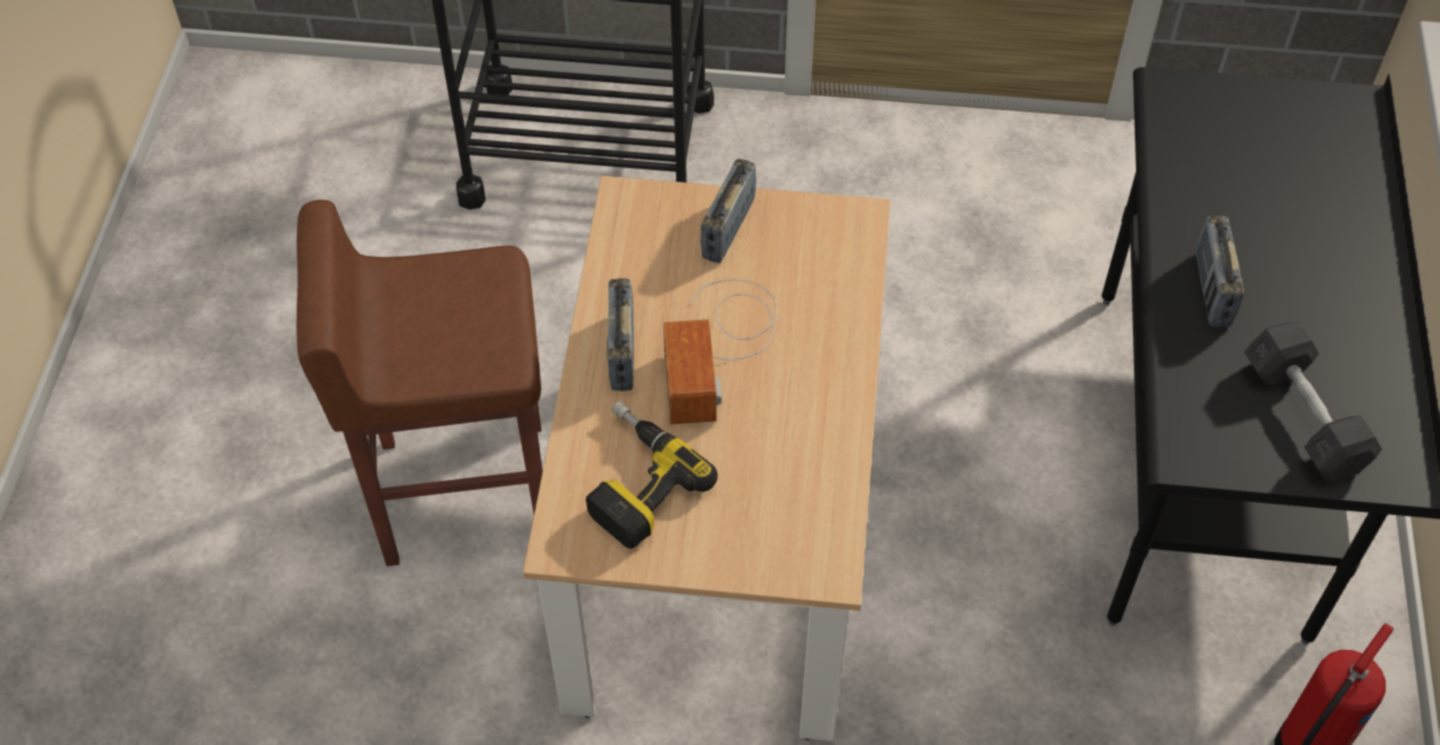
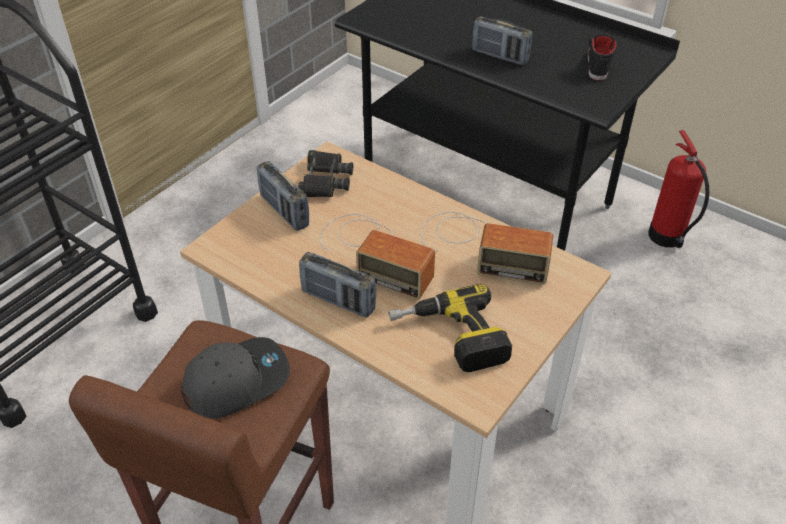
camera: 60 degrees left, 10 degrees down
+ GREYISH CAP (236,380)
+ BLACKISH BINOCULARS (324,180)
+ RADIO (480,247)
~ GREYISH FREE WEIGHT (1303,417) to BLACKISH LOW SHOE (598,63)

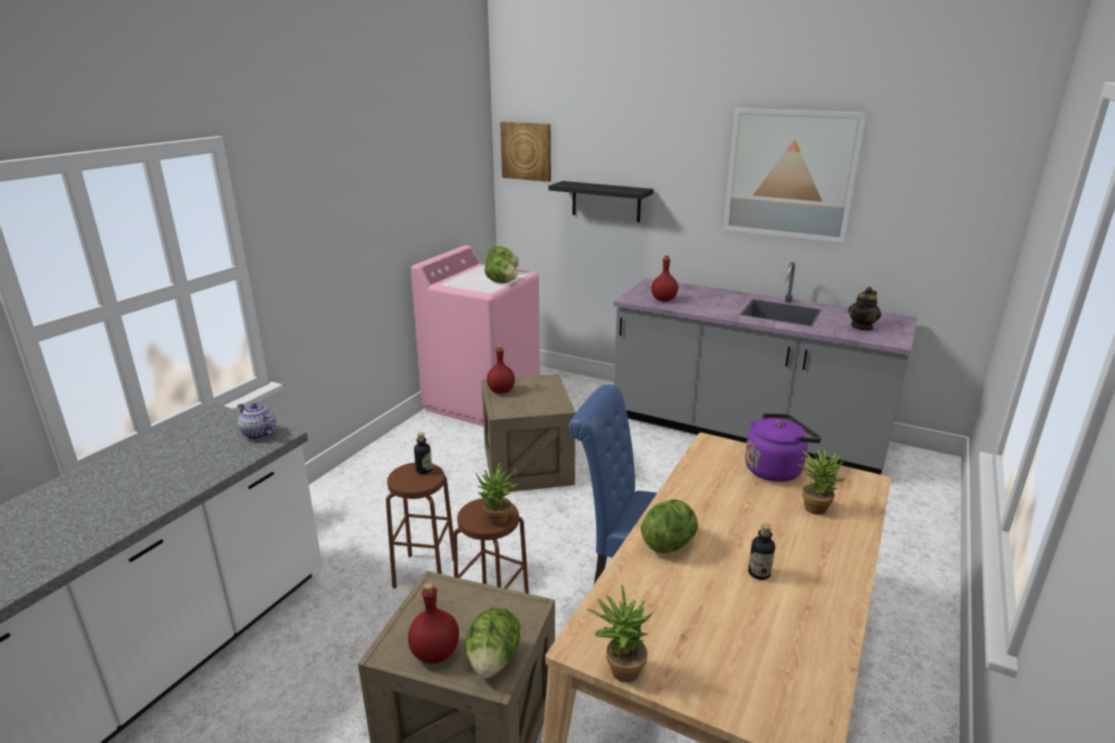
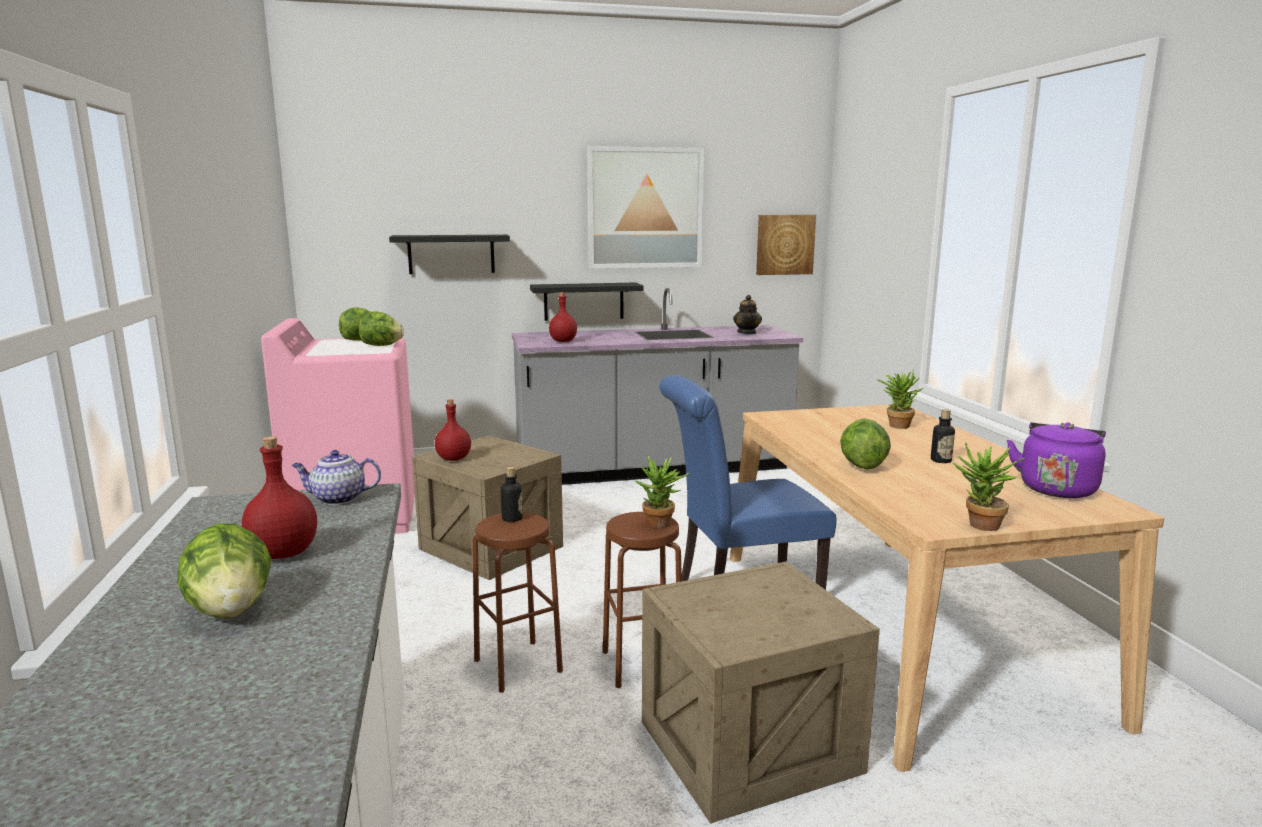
camera: 40 degrees left, 10 degrees down
~ LETTUCE (493,661) to (231,609)
~ REDDISH DRINK BOTTLE (434,652) to (282,553)
+ BLACKISH SHELF (584,301)
~ WALL ART (526,151) to (784,244)
~ PURPLE TEA KETTLE (775,469) to (1056,488)

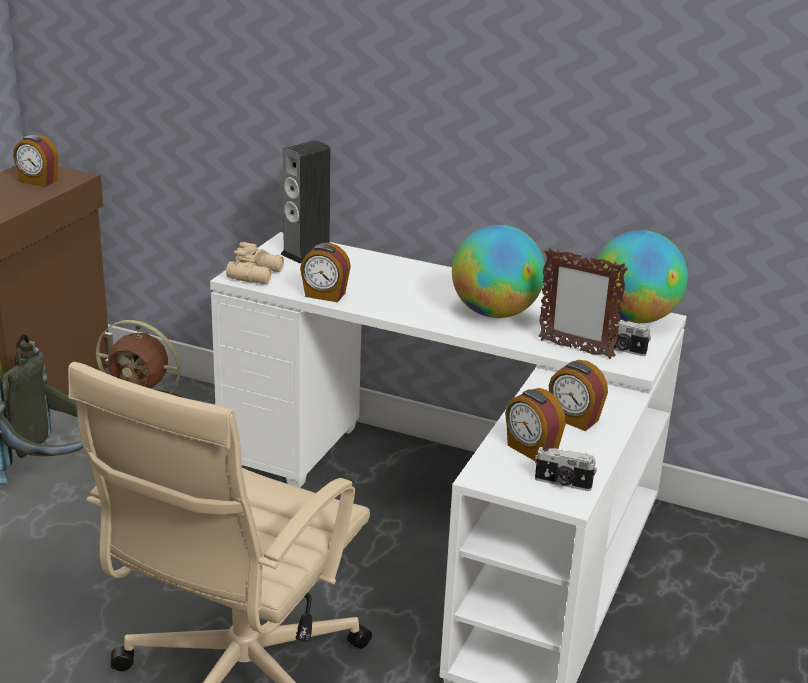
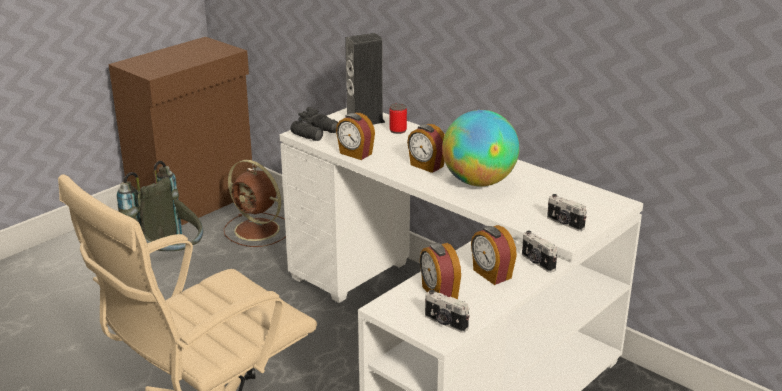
camera: 20 degrees right, 0 degrees up
~ SAND-COLOURED BINOCULARS (257,274) to BLACKISH BINOCULARS (316,133)
+ METAL CAN (398,130)
~ BEDSIDE CLOCK (38,181) to (426,166)
+ STILL CAMERA (537,262)
- PHOTO FRAME (575,349)
- GLOBE (634,318)

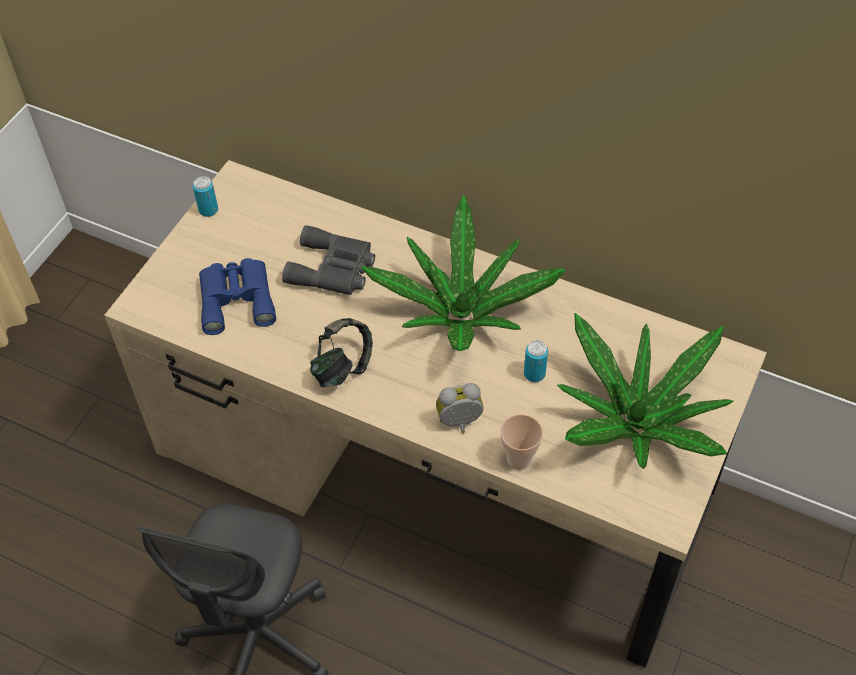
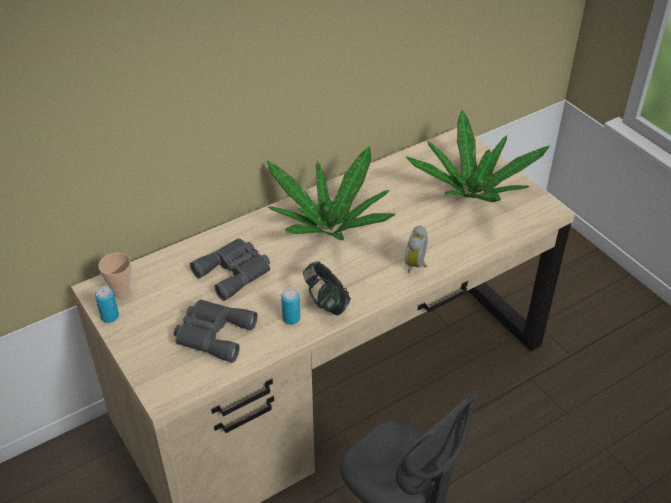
camera: 60 degrees left, 10 degrees down
~ CUP (519,460) to (121,292)
~ BLUE-COLOURED BINOCULARS (237,298) to GREYISH BINOCULARS (212,333)
~ METAL CAN (534,374) to (291,318)

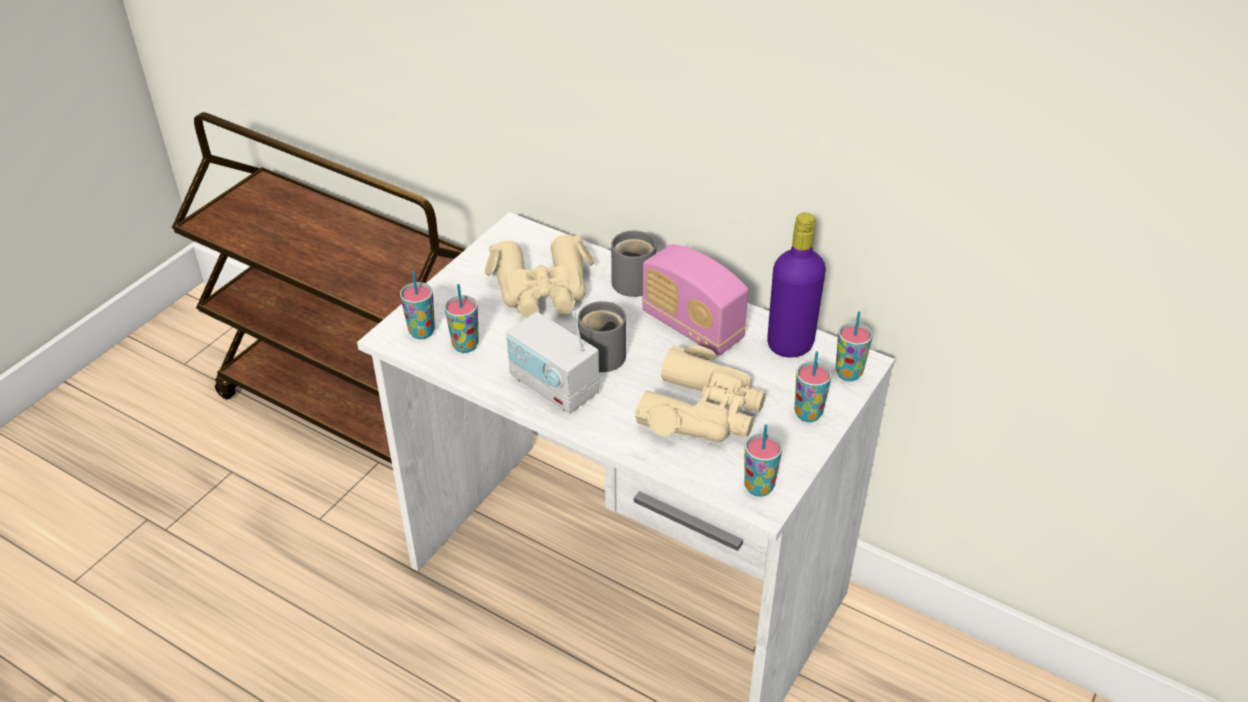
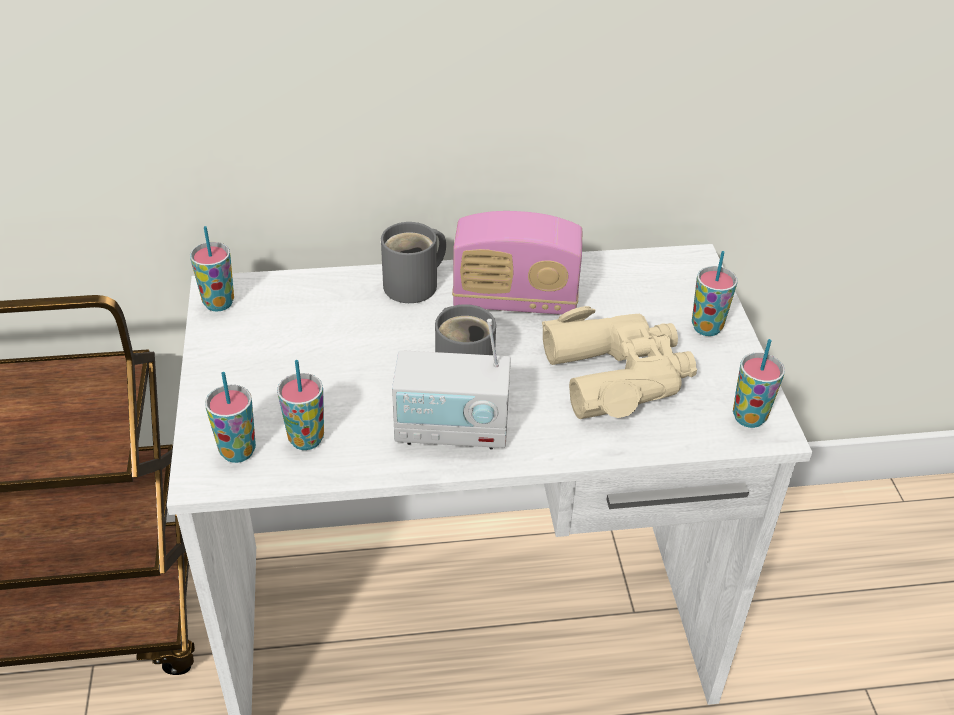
camera: 40 degrees left, 0 degrees up
~ CUP (848,373) to (219,303)
- SAND-COLOURED BINOCULARS (542,289)
- PURPLE DRINK BOTTLE (790,345)

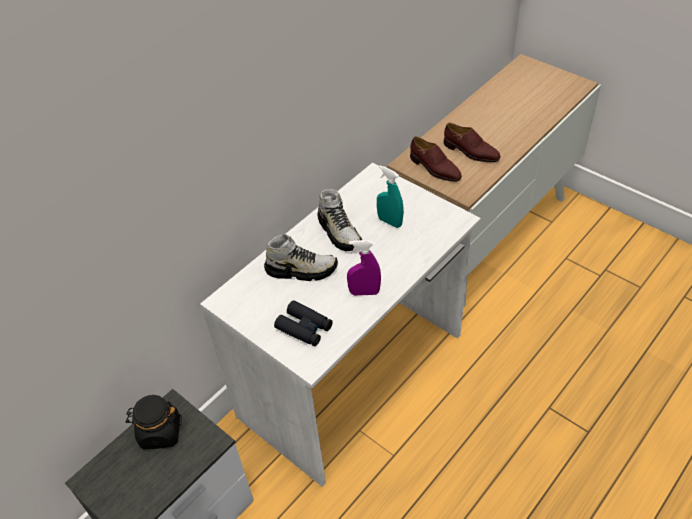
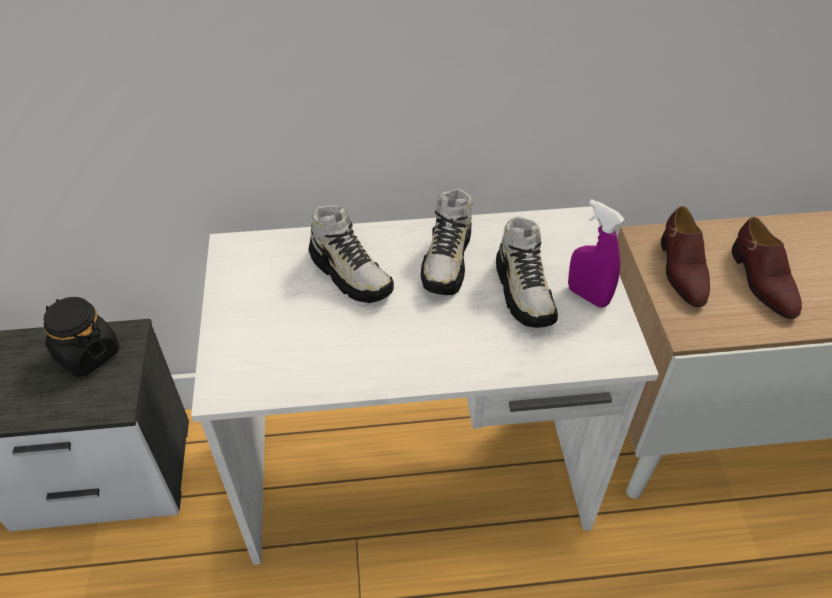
camera: 40 degrees right, 0 degrees up
~ BLUE-GREEN SPRAYER (390,222) to LOW SHOE (524,292)
~ PURPLE SPRAYER (364,292) to (587,296)
- BLACKISH BINOCULARS (304,328)

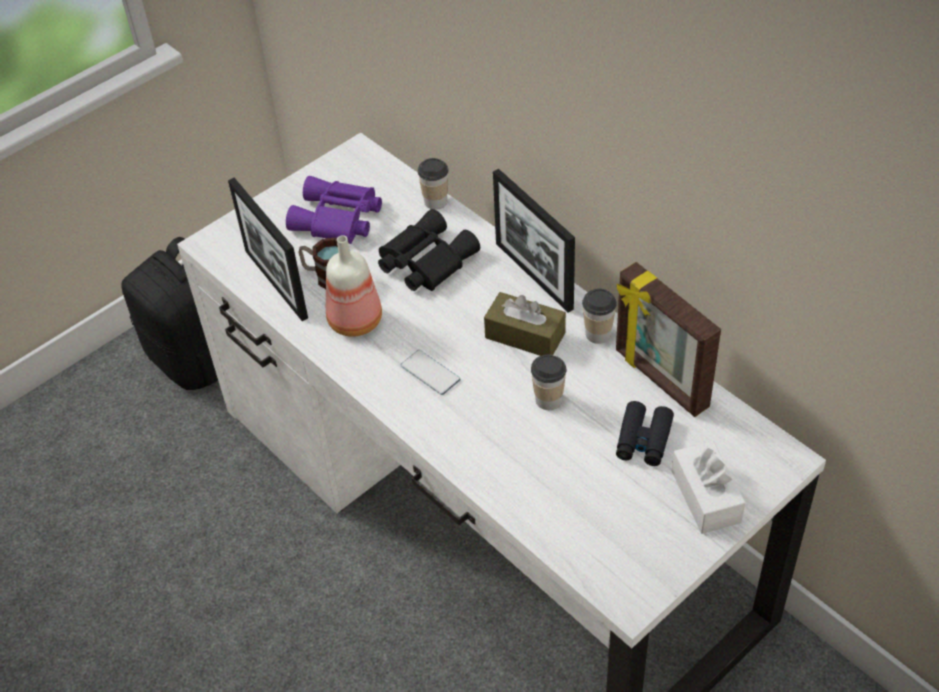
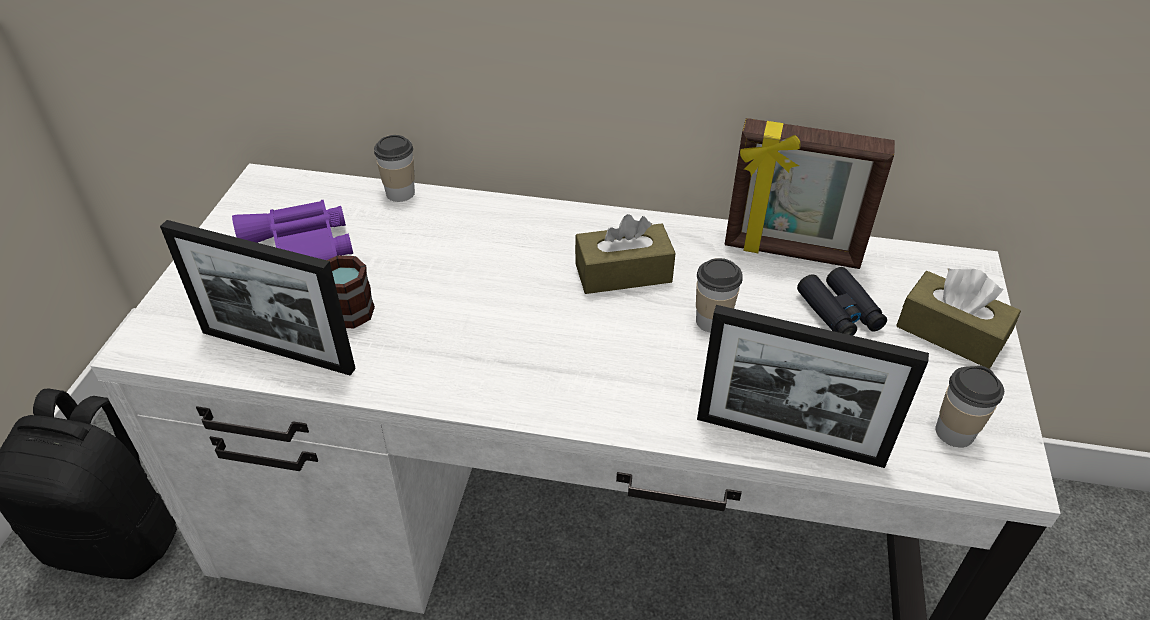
camera: 40 degrees left, 5 degrees down
~ PHOTO FRAME (533,276) to (789,439)
~ WHITE-COLOURED TISSUE HOLDER (705,496) to BROWN TISSUE HOLDER (950,333)
~ CUP (598,334) to (954,432)
- DRINK BOTTLE (355,322)
- BLACKISH BINOCULARS (424,260)
- HANDSET (430,373)

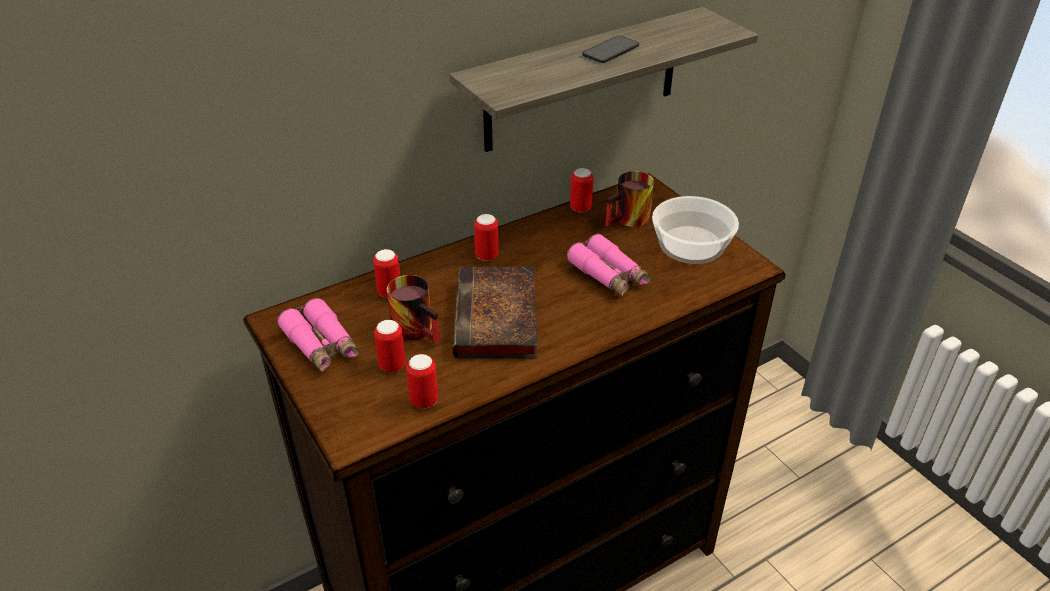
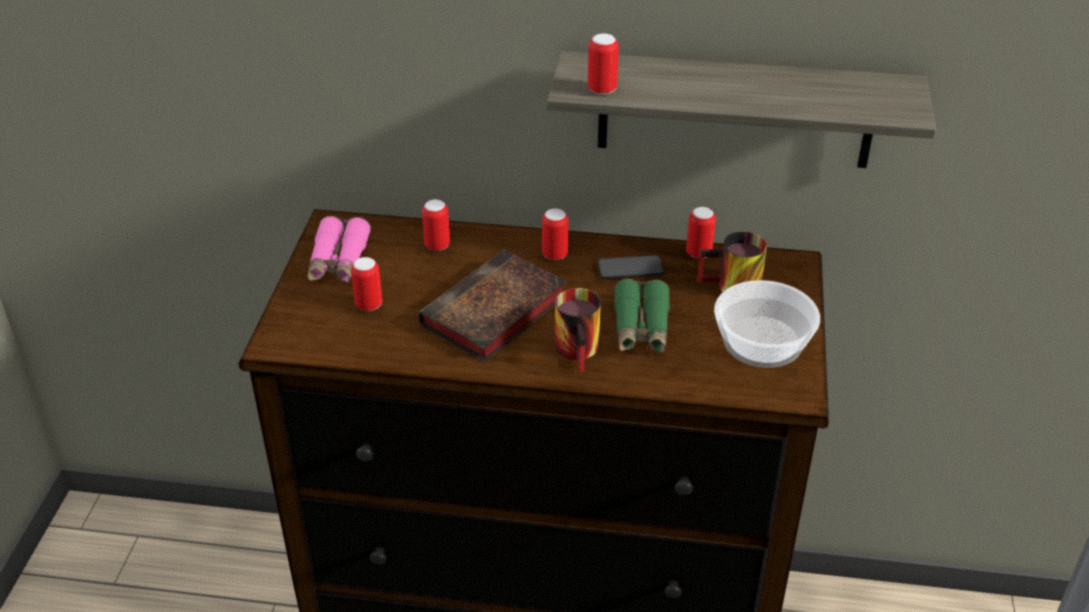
camera: 40 degrees right, 0 degrees up
~ MUG (419,328) to (582,350)
~ METAL CAN (424,401) to (602,89)
~ HANDSET (610,51) to (630,268)
~ PINK-COLOURED BINOCULARS (609,275) to GREEN BINOCULARS (641,327)

